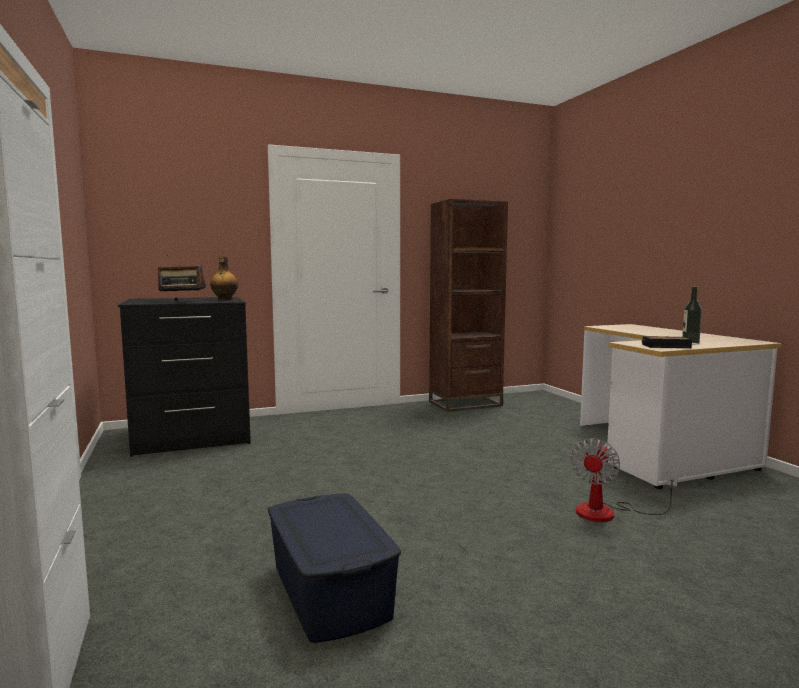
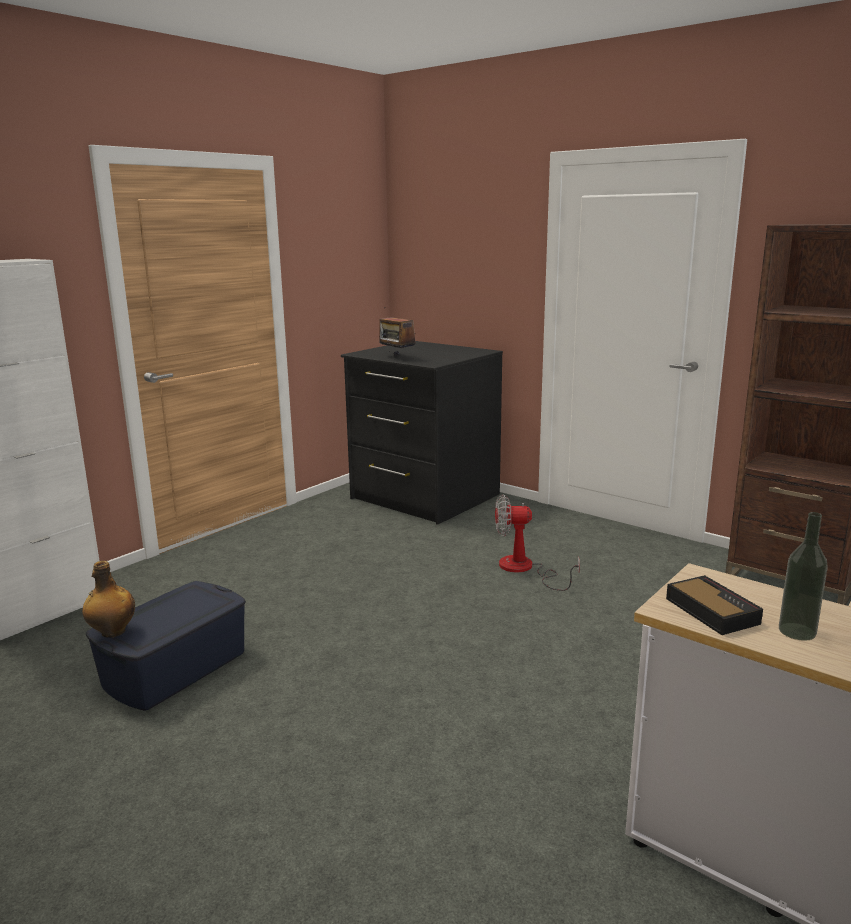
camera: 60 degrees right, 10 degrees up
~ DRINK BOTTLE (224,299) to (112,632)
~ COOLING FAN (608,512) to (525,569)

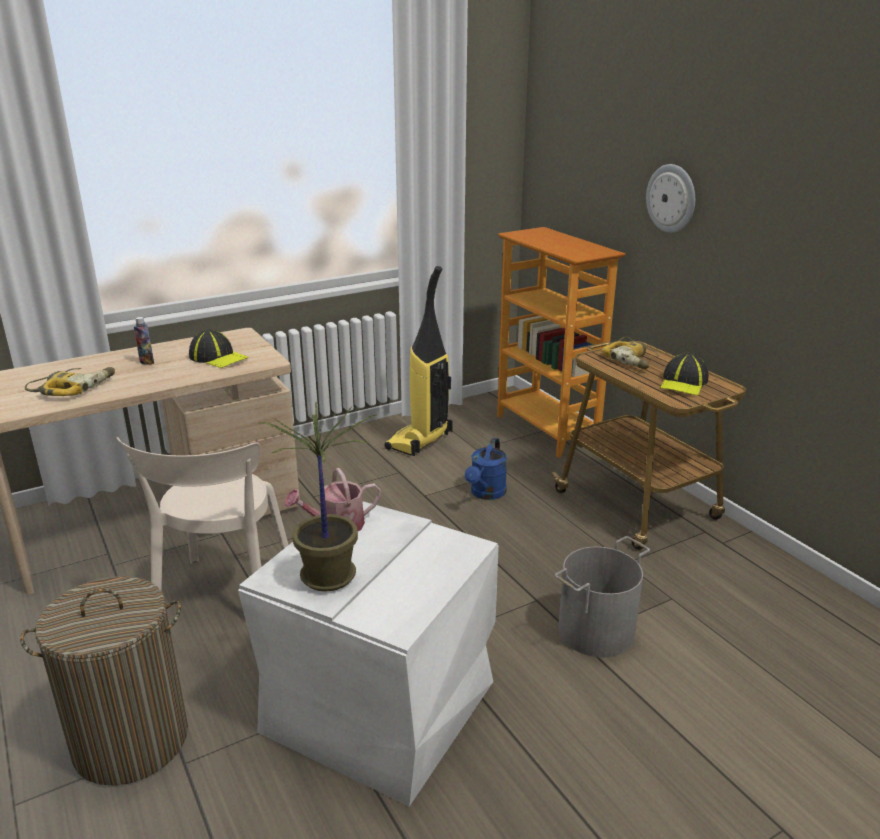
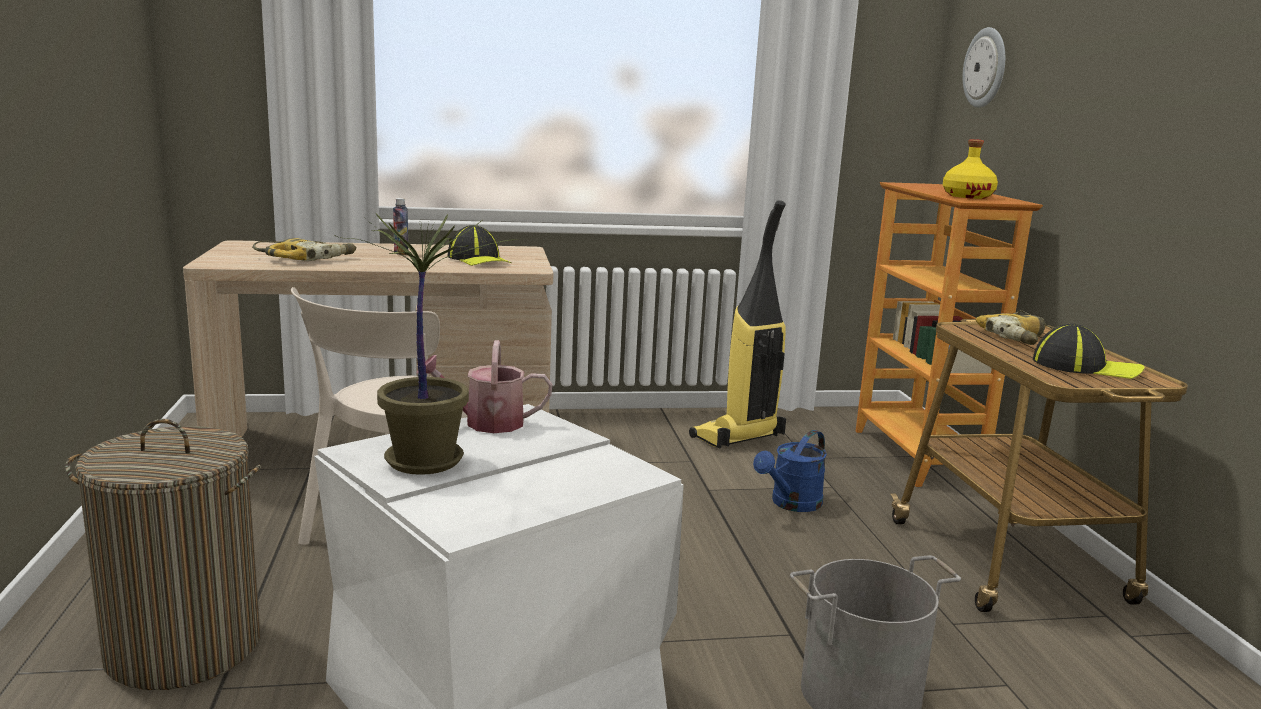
camera: 20 degrees right, 10 degrees down
+ YELLOWISH DRINK BOTTLE (967,196)
~ HANGING CLOCK (671,198) to (986,68)
~ CAP (683,383) = (1085,367) 120 degrees counterclockwise

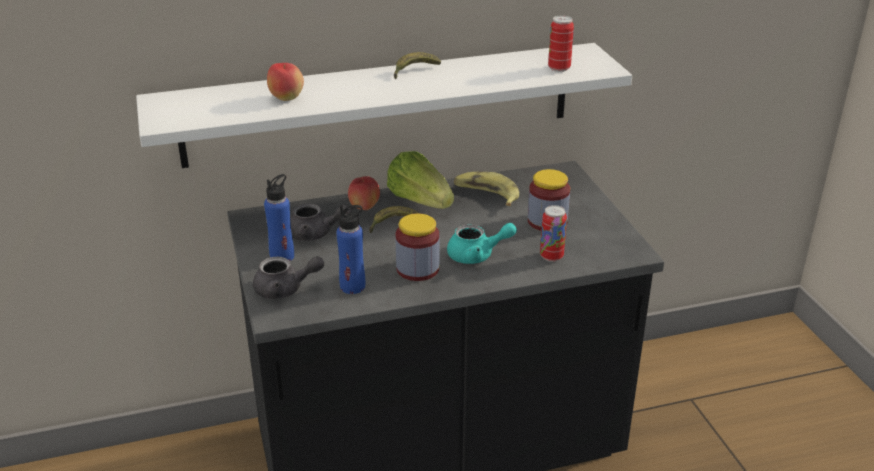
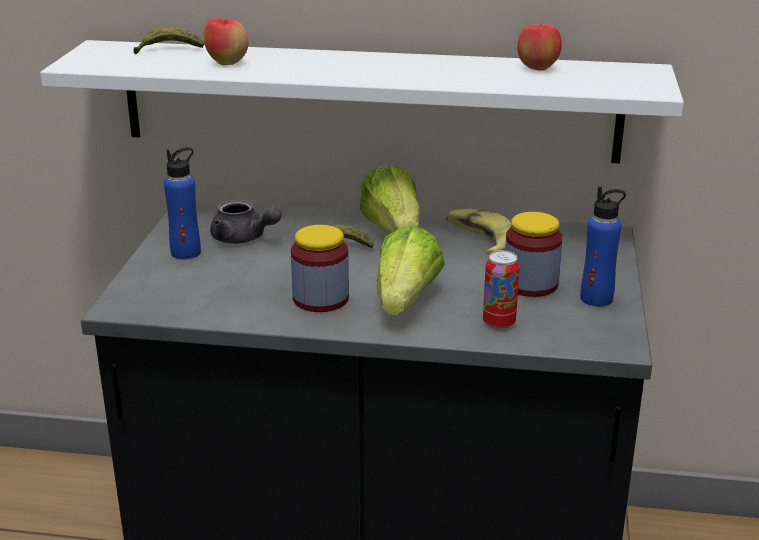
camera: 25 degrees right, 5 degrees down
~ BANANA (414,71) to (169,50)
~ BLUE-GREEN POT FOR TEA (477,255) to LETTUCE (405,301)
~ APPLE FRUIT (364,207) to (538,69)
~ BLUE-COLOURED DRINK BOTTLE (352,286) to (596,298)
- GREYISH POT FOR TEA (285,289)
- METAL CAN (559,68)

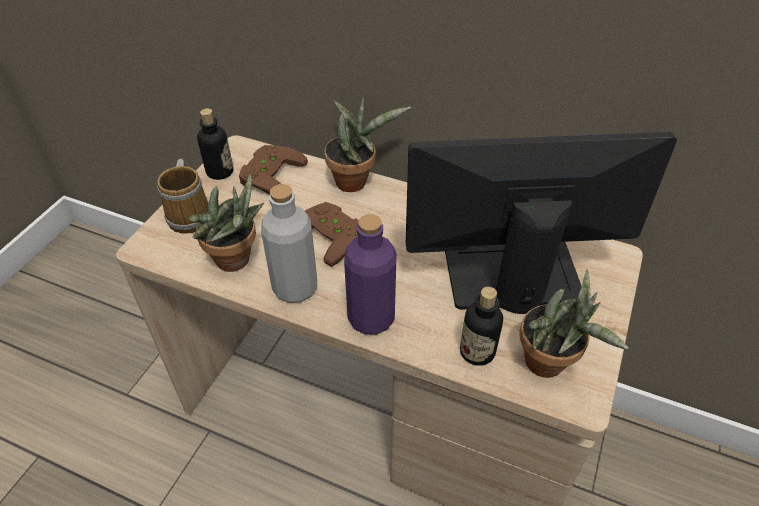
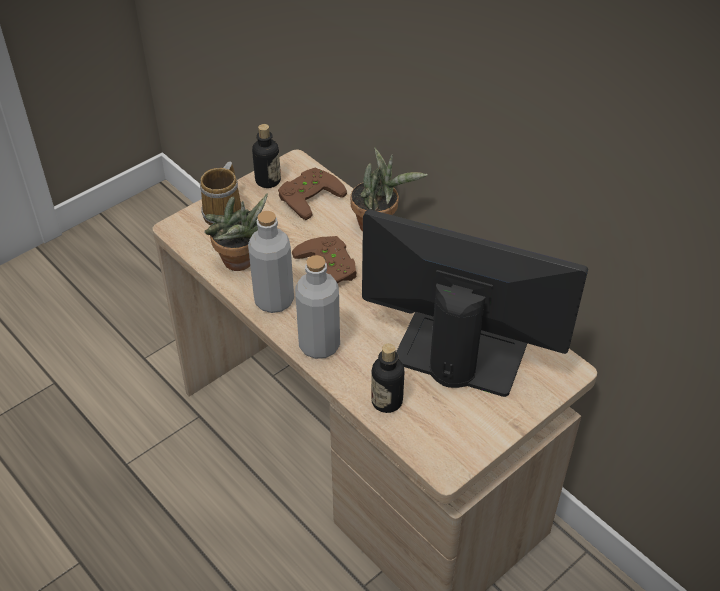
camera: 25 degrees right, 0 degrees up
~ PURPLE DRINK BOTTLE (371,318) to GREYISH DRINK BOTTLE (319,345)
- PLANT IN A POT (550,364)

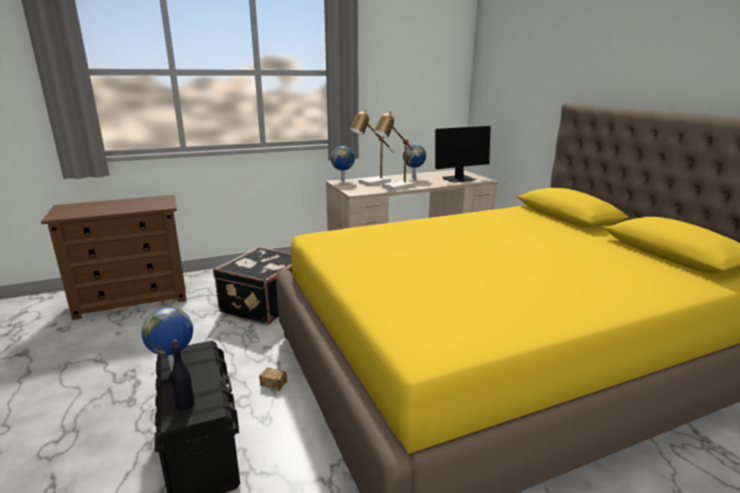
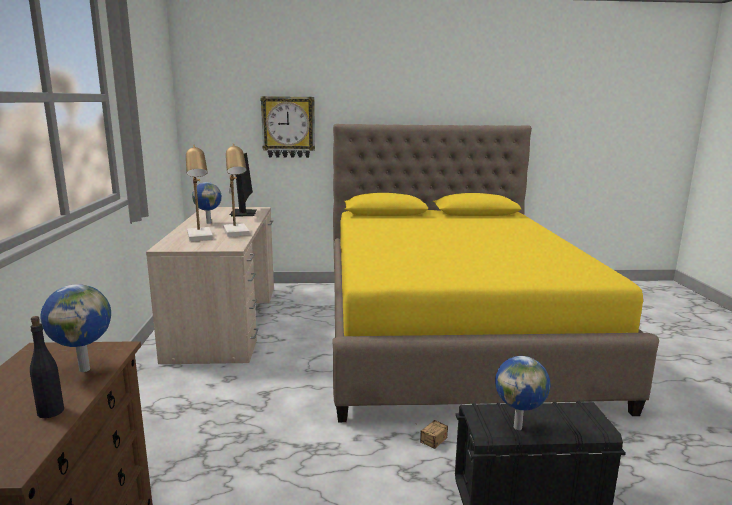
camera: 70 degrees left, 5 degrees down
~ BLACKISH DRINK BOTTLE (185,404) to (50,411)
~ GLOBE (343,181) to (85,369)
+ HANGING CLOCK (288,127)
- BLACKISH SUITCASE (262,305)

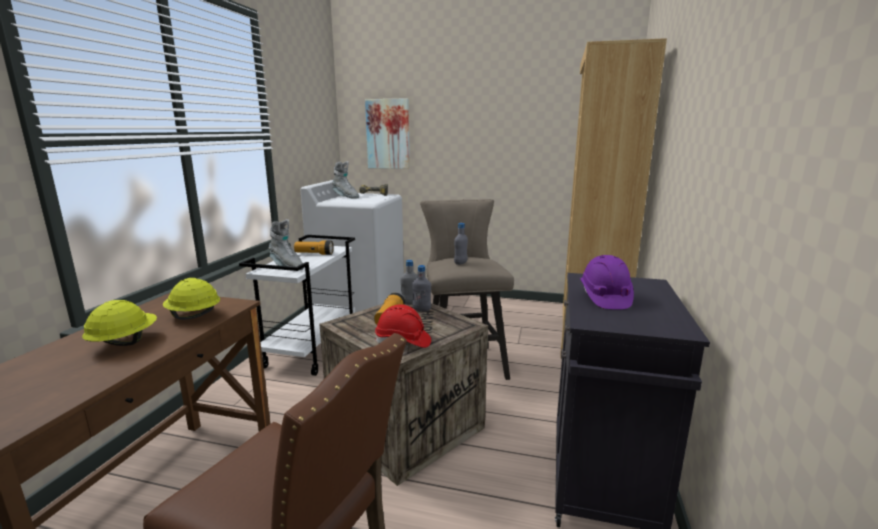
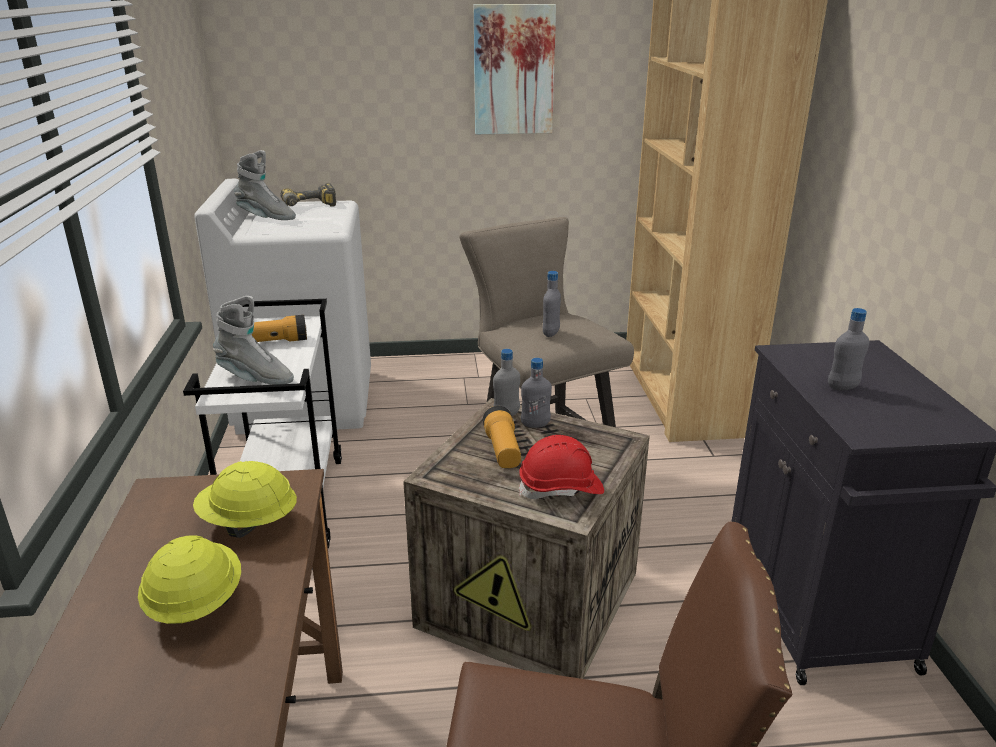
camera: 20 degrees left, 10 degrees up
~ WALL ART (388,134) to (513,70)
~ PURPLE SAFETY HELMET (604,298) to GREYISH DRINK BOTTLE (842,387)

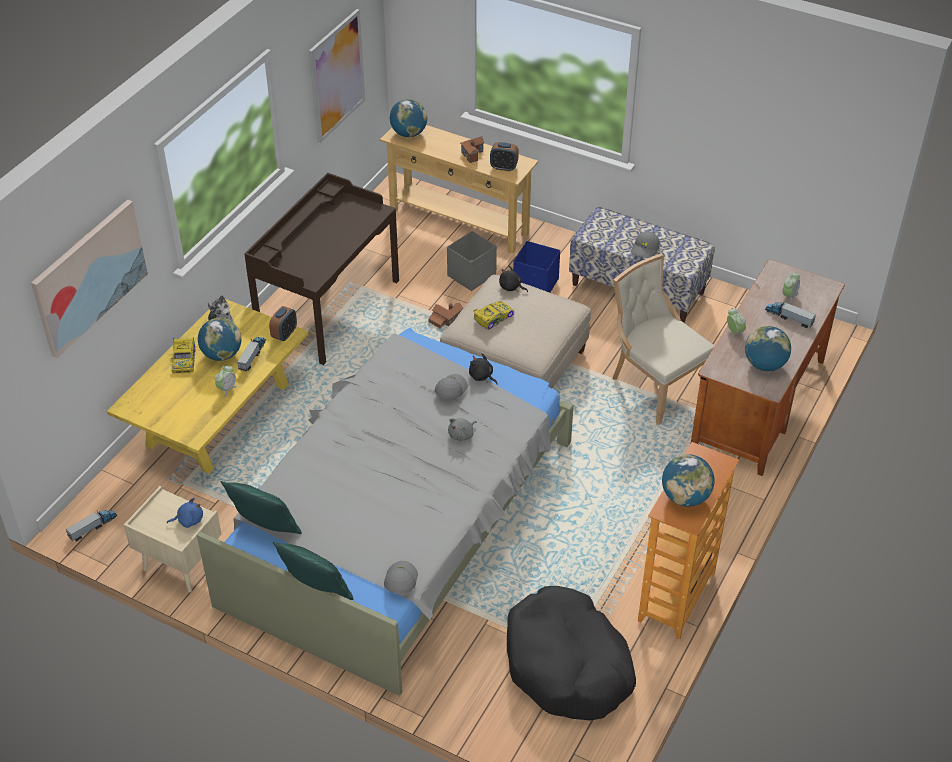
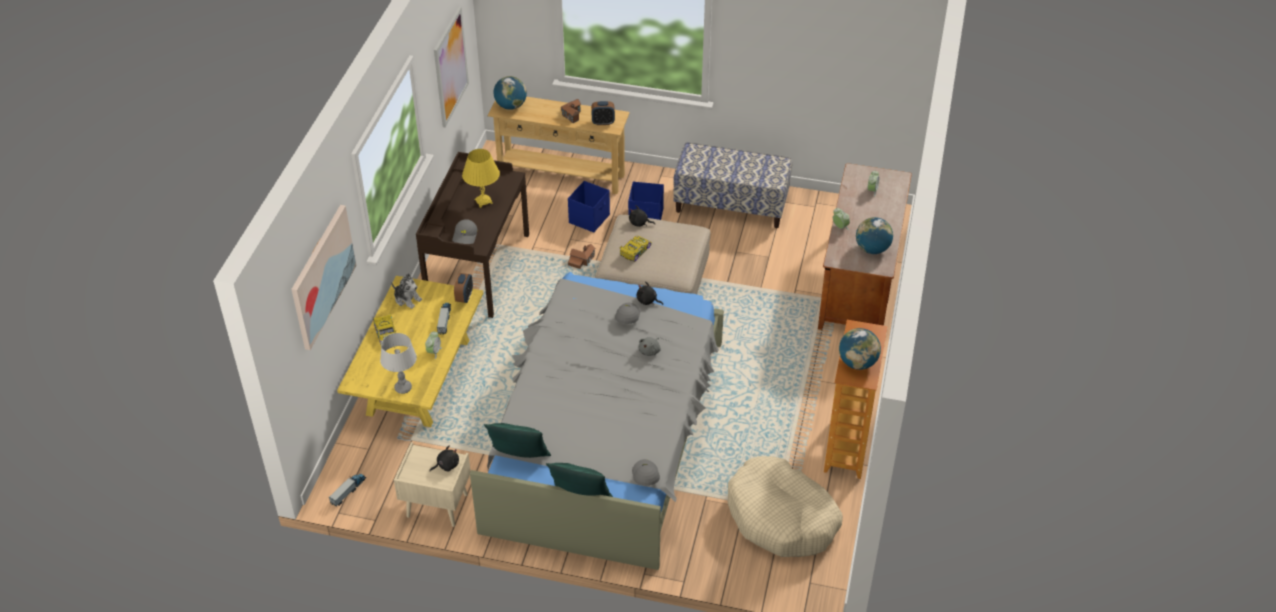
camera: 15 degrees left, 0 degrees up
+ GREYISH LAMP FOR A TABLE (403,388)
~ BLUE-COLOURED PLUSH TOY (188,520) to BLACKISH PLUSH TOY (446,465)
~ GREYISH CAP (645,249) to (465,236)
+ YELLOWISH LAMP FOR A TABLE (483,201)
~ GREYISH STORAGE BOX (472,275) to BLUE-COLOURED STORAGE BOX (590,219)
~ BLACKISH DOG CUSHION (568,665) to SAND-COLOURED DOG CUSHION (781,517)
- GLOBE (222,354)
- SAND-COLOURED UPRIGHT CHAIR (655,385)
- MODEL TRUCK (789,317)

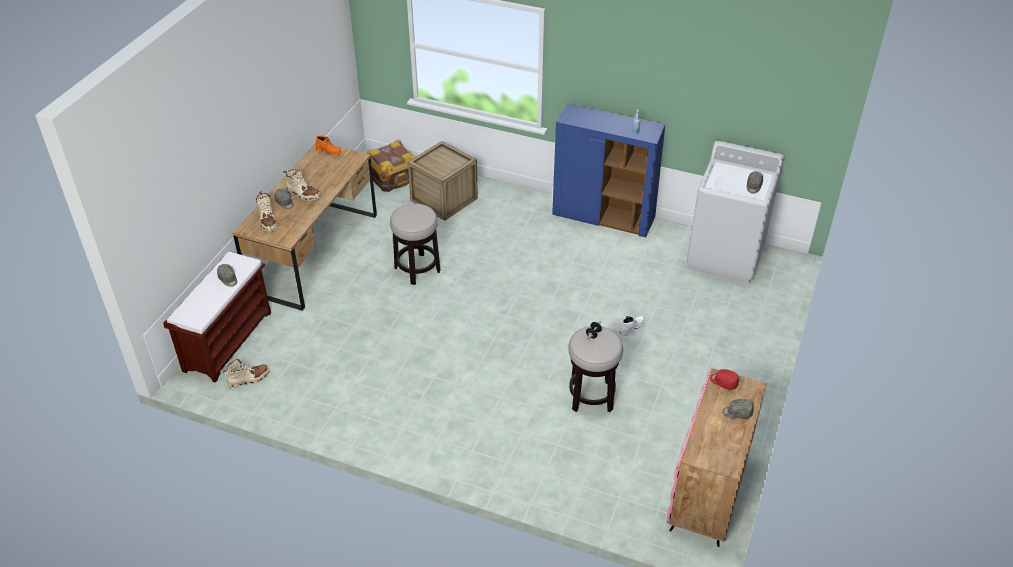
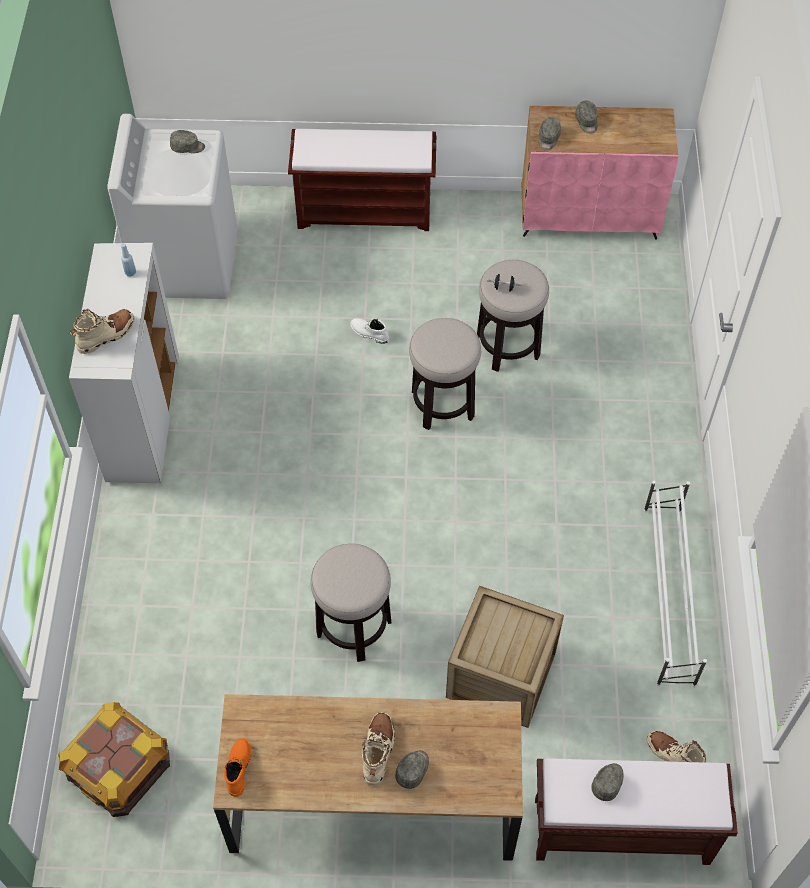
camera: 110 degrees left, 15 degrees up
~ BLUE-COLOURED CABINET (604,217) to WHITE-COLOURED CABINET (142,418)
~ SAND-COLOURED TALL BOOT (268,221) to (106,335)
+ BROWN BENCH (365,211)
+ STOOL (442,404)
~ PACKING CRATE (444,199) to (501,674)
~ REDDISH CAP (723,382) to GREYISH CAP (548,138)
+ WHITE-COLOURED SHOE STAND (668,595)

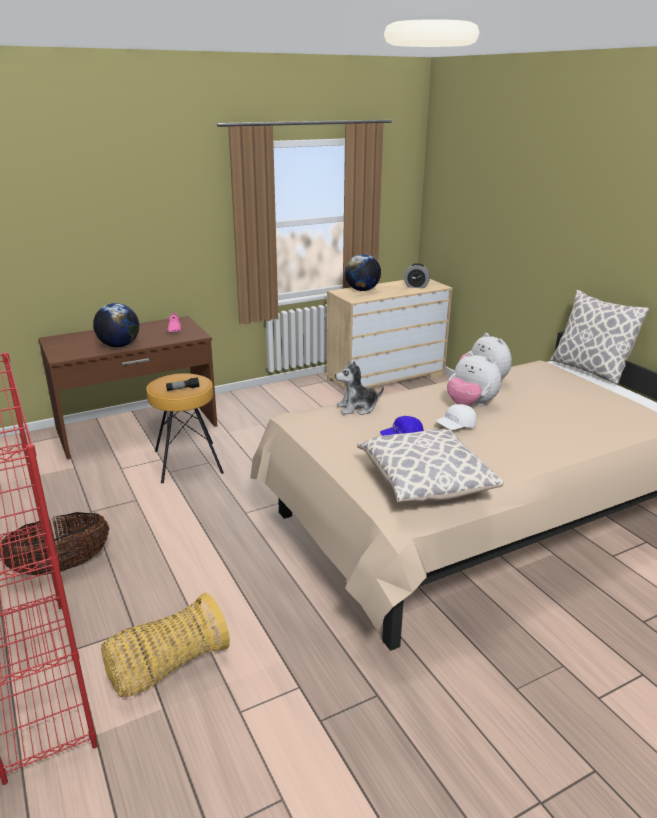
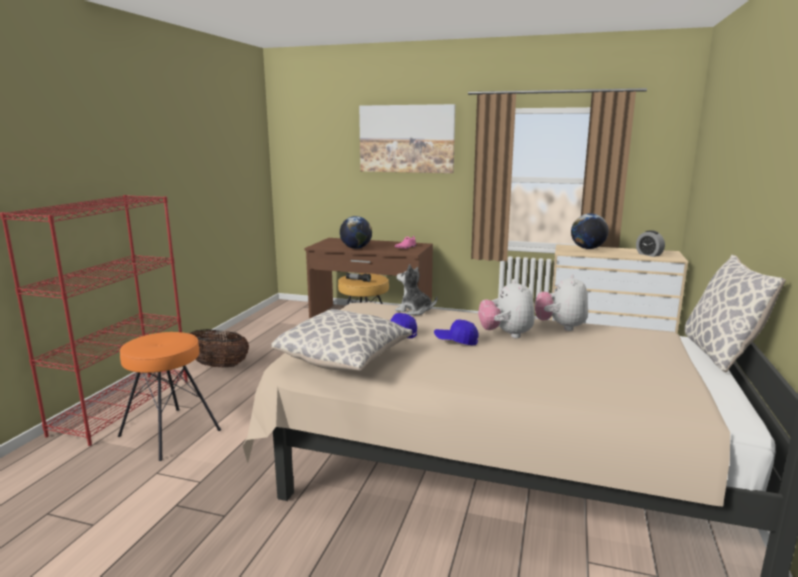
camera: 45 degrees right, 10 degrees down
~ HOUSEHOLD BASKET (166,668) to ORANGE-COLOURED STOOL (170,432)
+ WALL ART (406,139)
~ WHITE-COLOURED CAP (455,426) to BLUE-COLOURED CAP (456,341)

